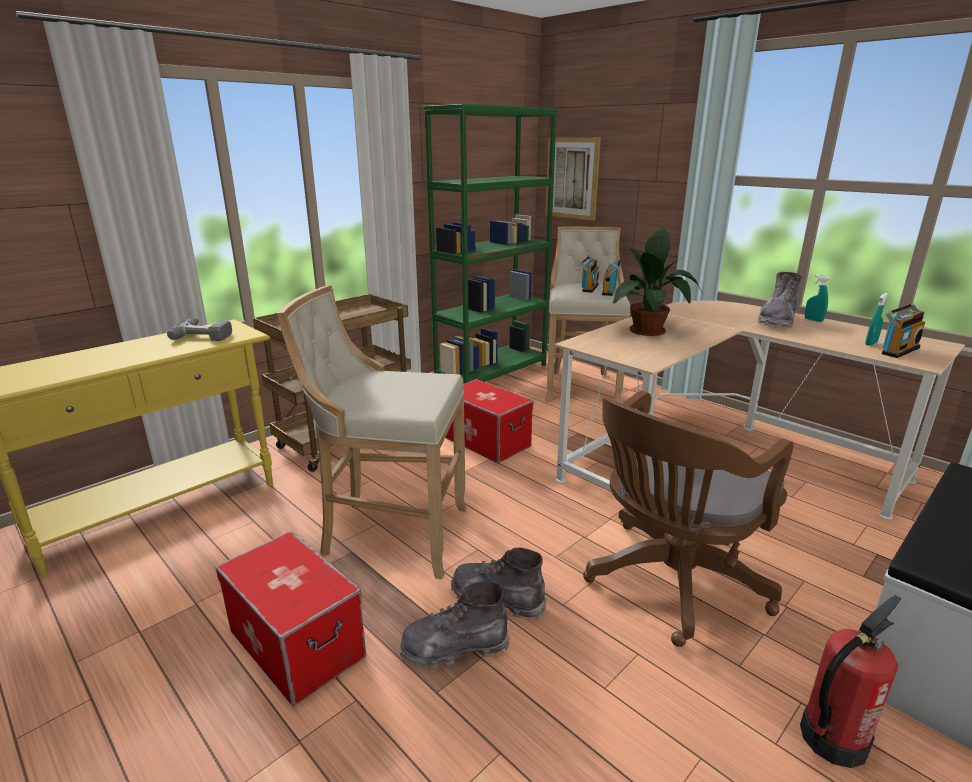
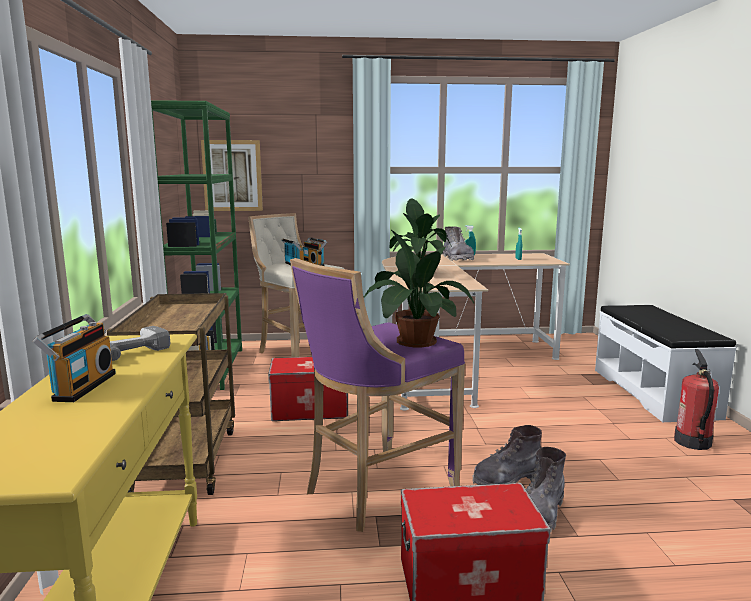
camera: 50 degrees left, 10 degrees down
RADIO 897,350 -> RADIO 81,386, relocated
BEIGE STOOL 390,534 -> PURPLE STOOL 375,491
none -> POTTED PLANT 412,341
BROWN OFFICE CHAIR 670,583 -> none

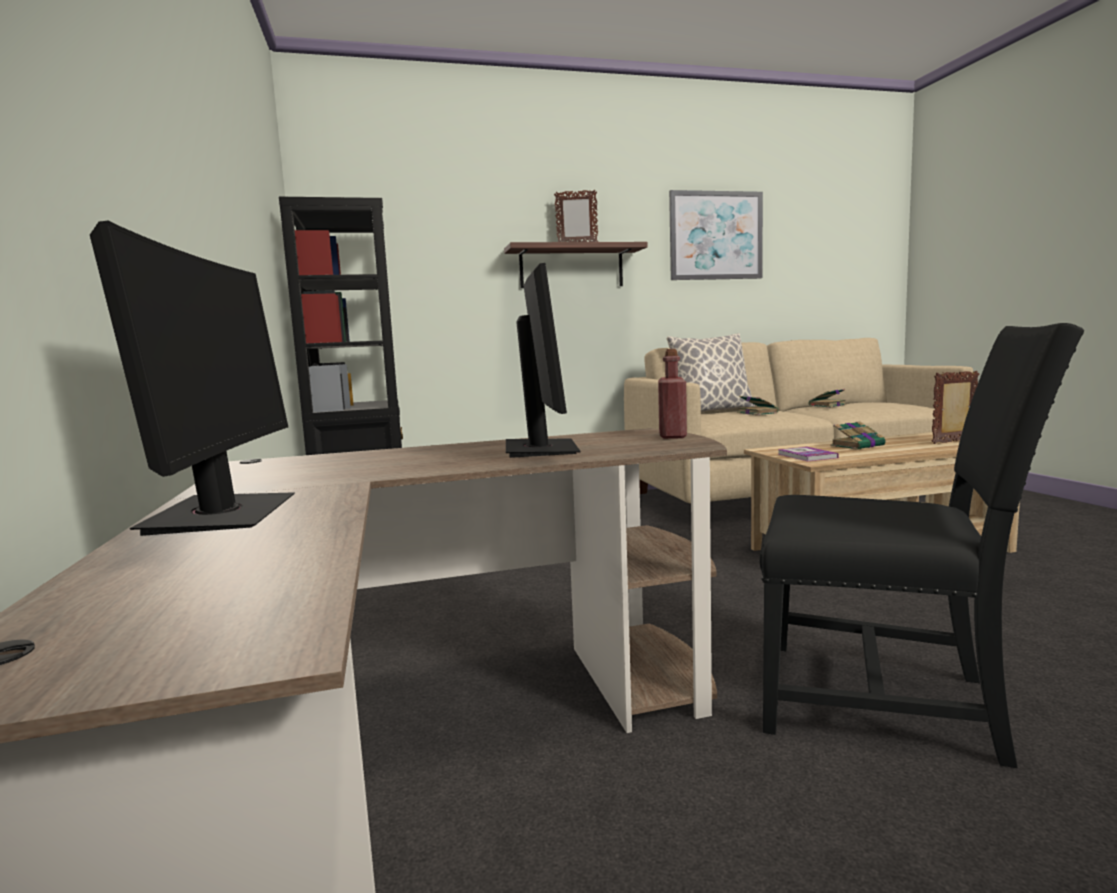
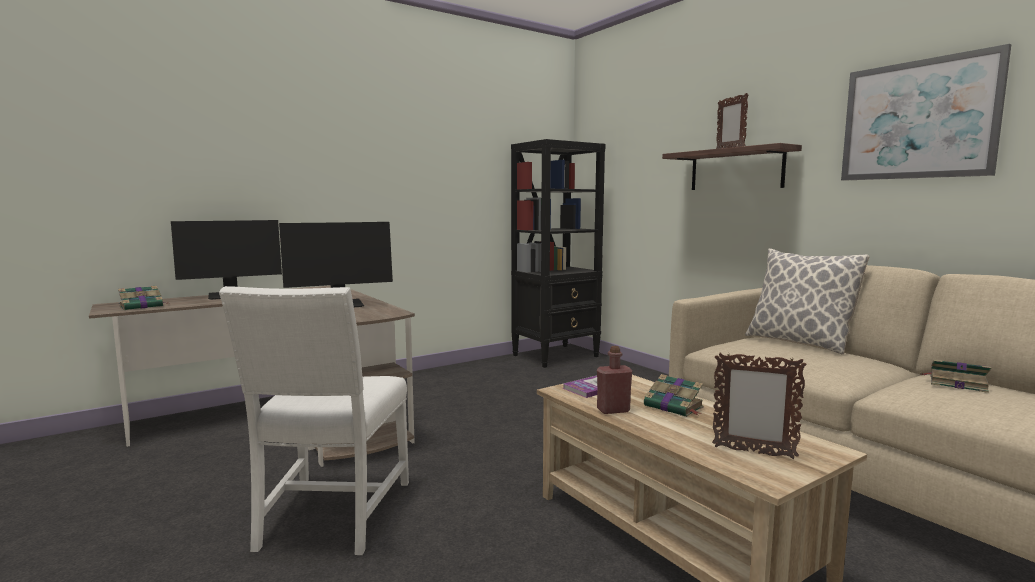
camera: 70 degrees right, 0 degrees up
BOOK 756,413 -> BOOK 143,306, relocated
BLACK CHAIR 885,701 -> WHITE CHAIR 331,516
RED BOTTLE 672,436 -> RED BOTTLE 613,410, relocated
PICTURE FRAME 954,441 -> PICTURE FRAME 753,452, 150 degrees clockwise

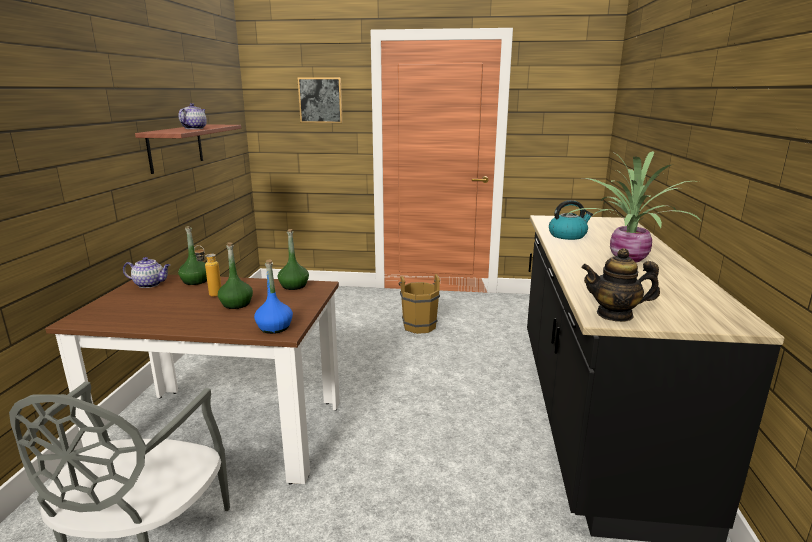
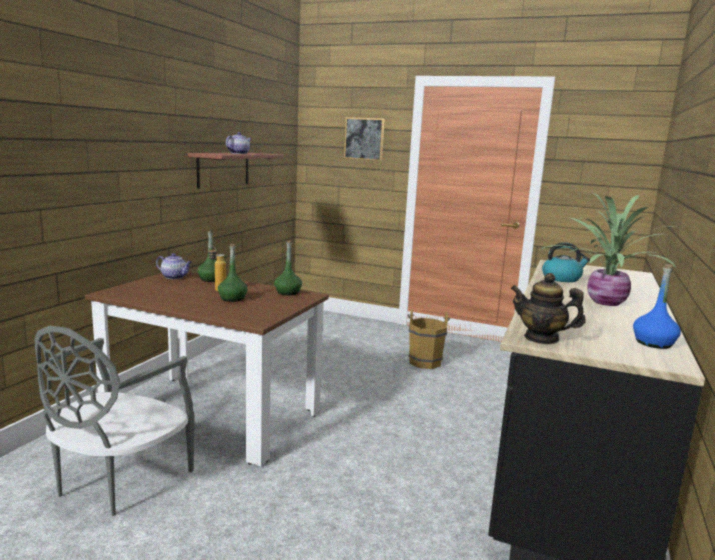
camera: 15 degrees right, 5 degrees down
BLUE BOTTLE 274,328 -> BLUE BOTTLE 653,343, relocated

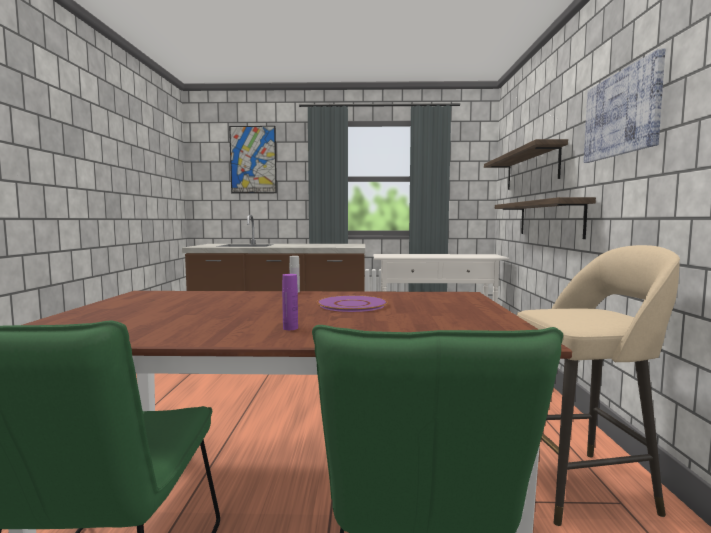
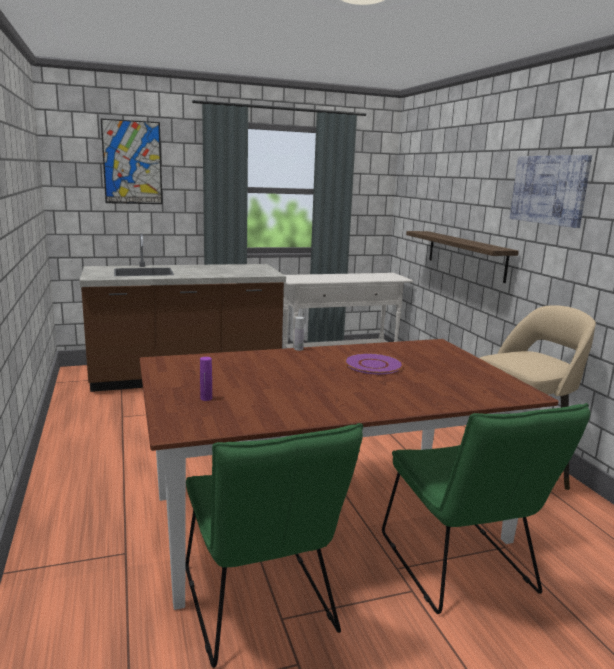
camera: 20 degrees left, 10 degrees up
PURPLE BOTTLE 290,328 -> PURPLE BOTTLE 206,398, relocated
SHELF 531,169 -> none

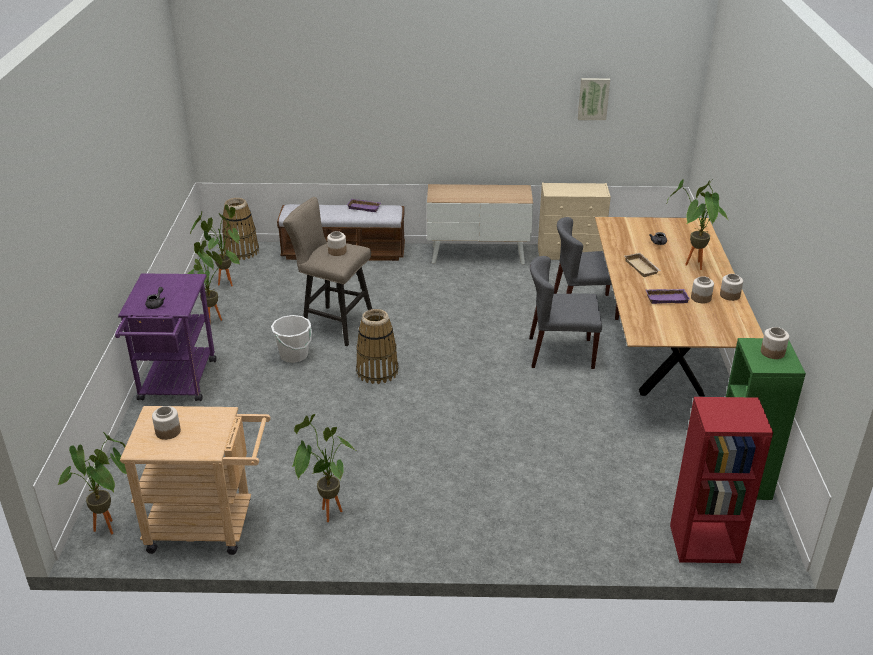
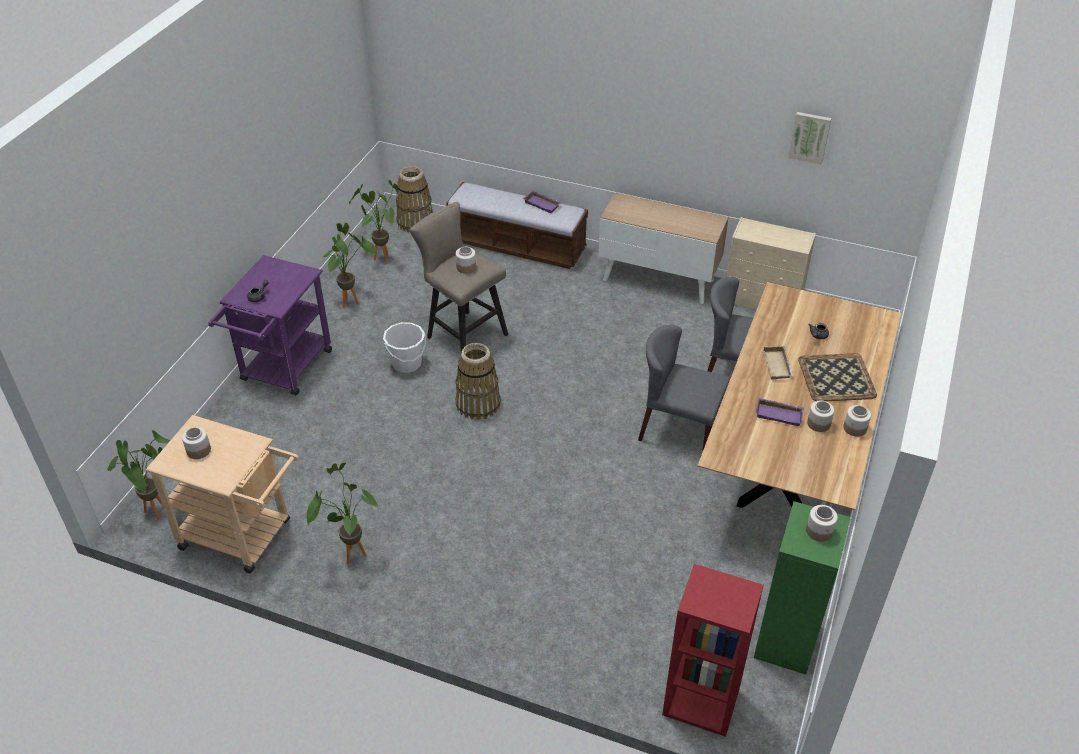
camera: 20 degrees right, 10 degrees up
POTTED PLANT 692,267 -> TRAY 836,378

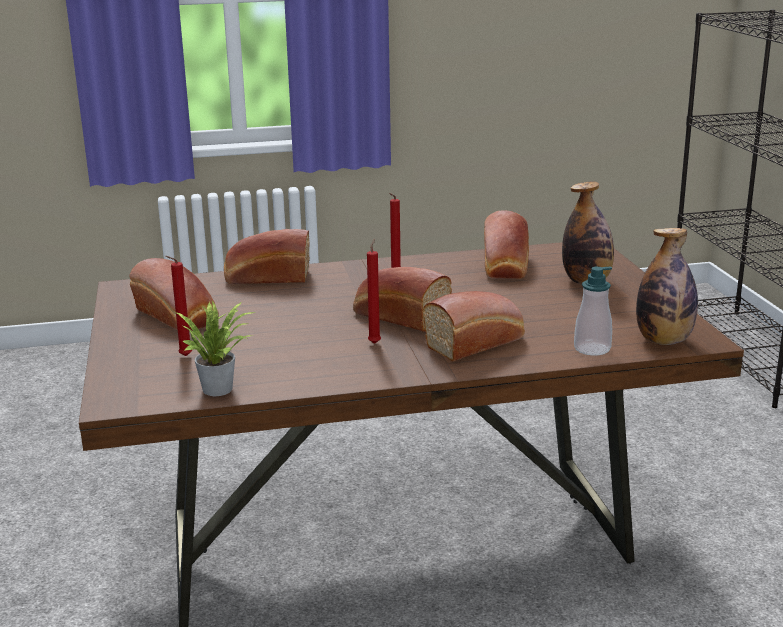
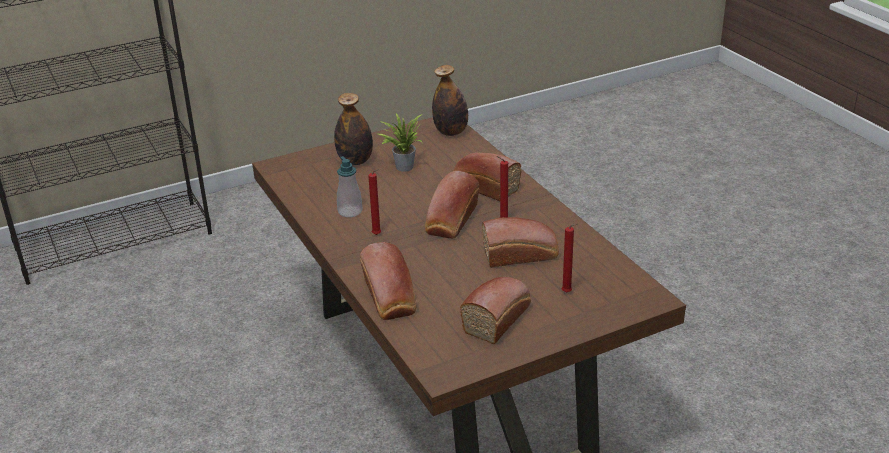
camera: 105 degrees left, 10 degrees up
SOAP DISPENSER 592,349 -> SOAP DISPENSER 350,211, relocated
POTTED PLANT 221,388 -> POTTED PLANT 402,166, relocated
BREAD 505,266 -> BREAD 521,255, relocated

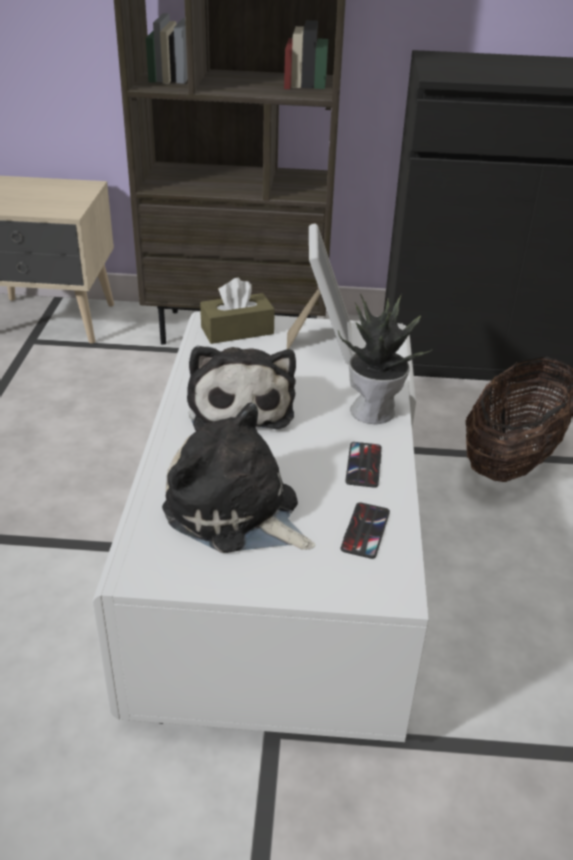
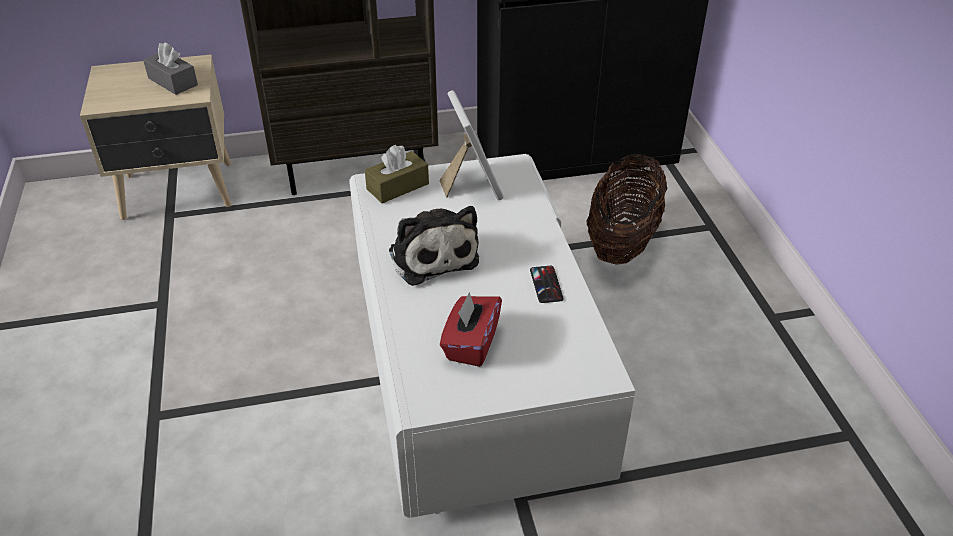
camera: 15 degrees left, 5 degrees up
none -> GREY TISSUE BOX 173,81
PLUSH TOY 237,513 -> RED TISSUE BOX 471,344
POTTED PLANT 374,411 -> none
PHONE 365,530 -> none

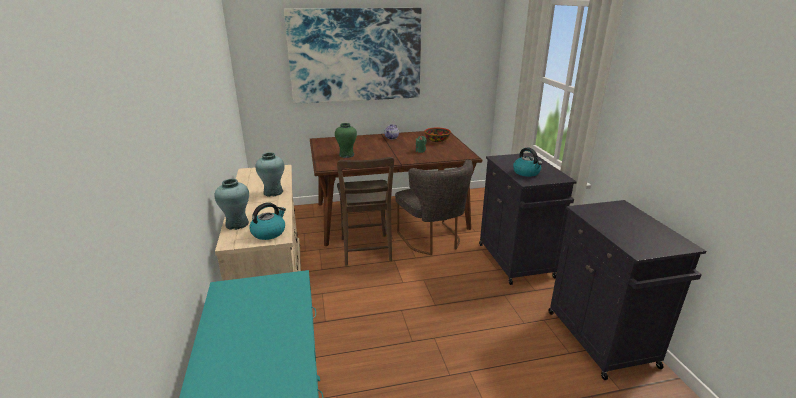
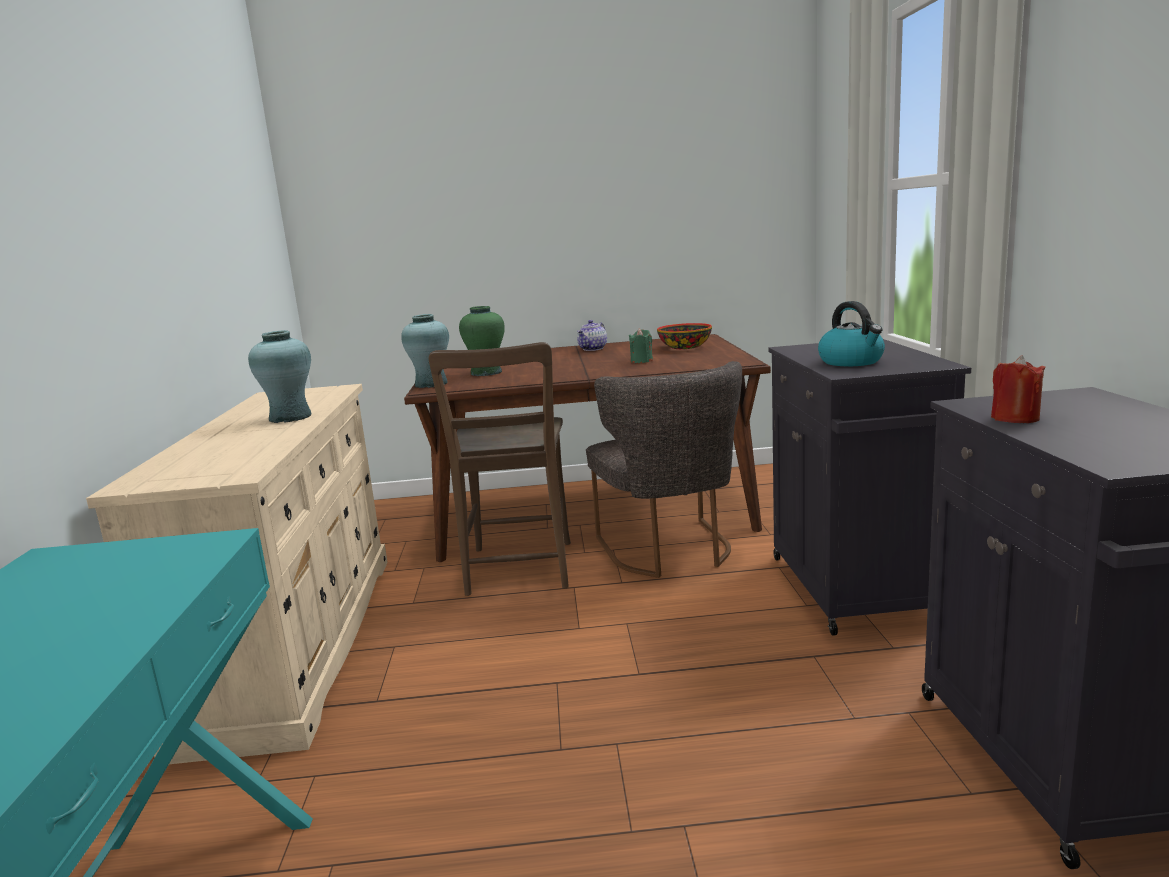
camera: 10 degrees right, 10 degrees down
TURQUOISE VASE 237,224 -> TURQUOISE VASE 431,384, relocated
none -> RED CANDLE 1015,418
KETTLE 269,232 -> none
PICTURE 356,55 -> none

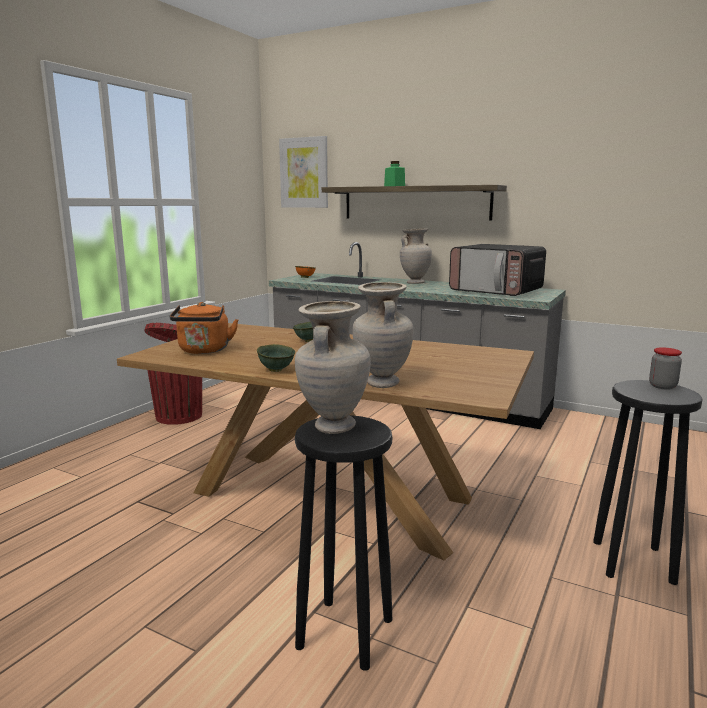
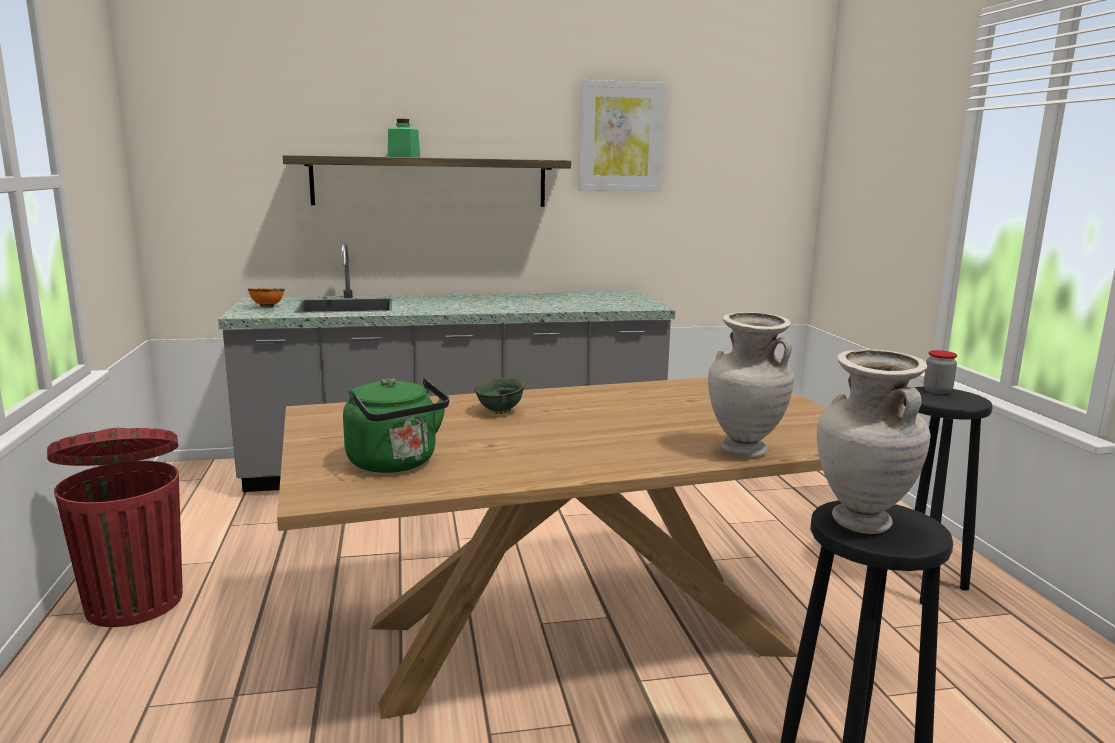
camera: 40 degrees left, 0 degrees up
ORANGE KETTLE 204,351 -> GREEN KETTLE 396,463
PICTURE 304,173 -> PICTURE 620,137, relocated
GREEN BOWL 276,370 -> none
BEIGE VASE 414,283 -> none
MICROWAVE 496,291 -> none

